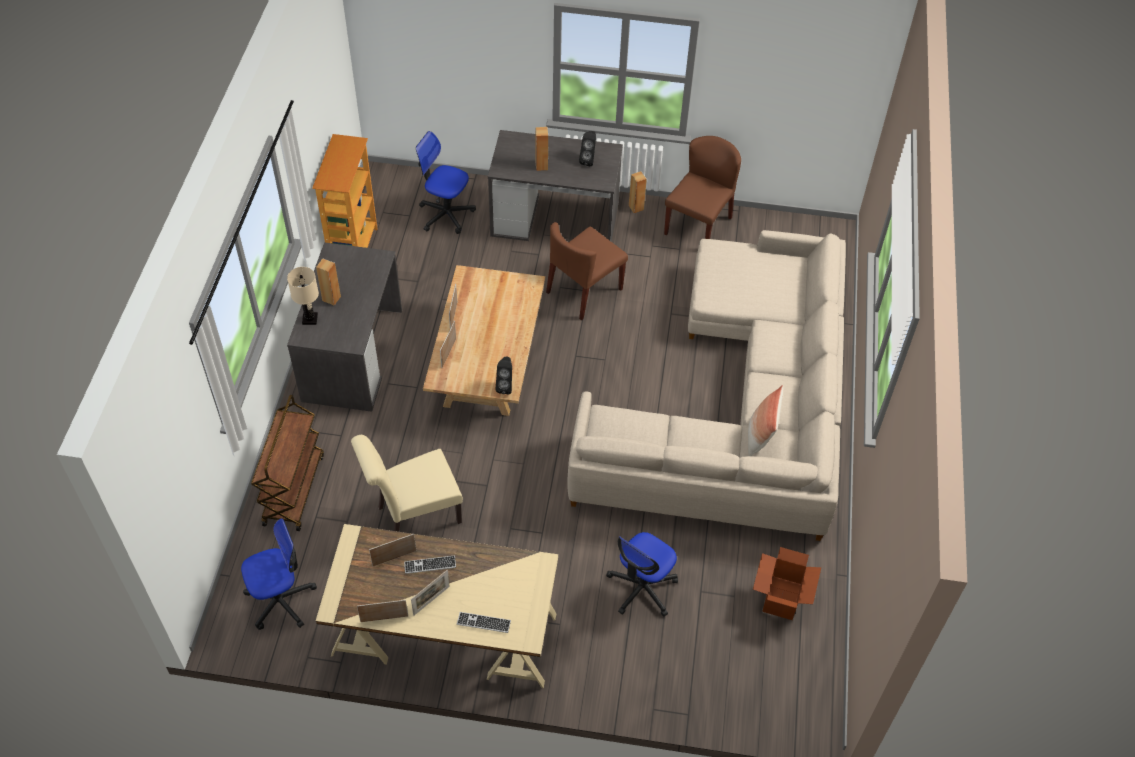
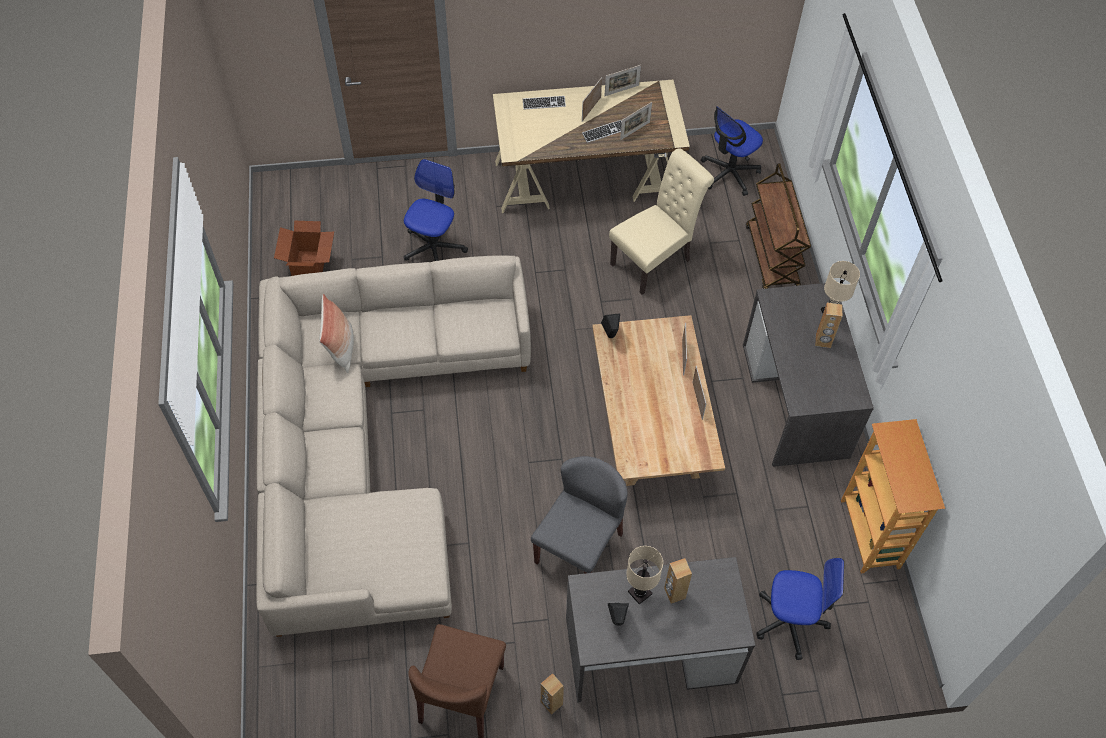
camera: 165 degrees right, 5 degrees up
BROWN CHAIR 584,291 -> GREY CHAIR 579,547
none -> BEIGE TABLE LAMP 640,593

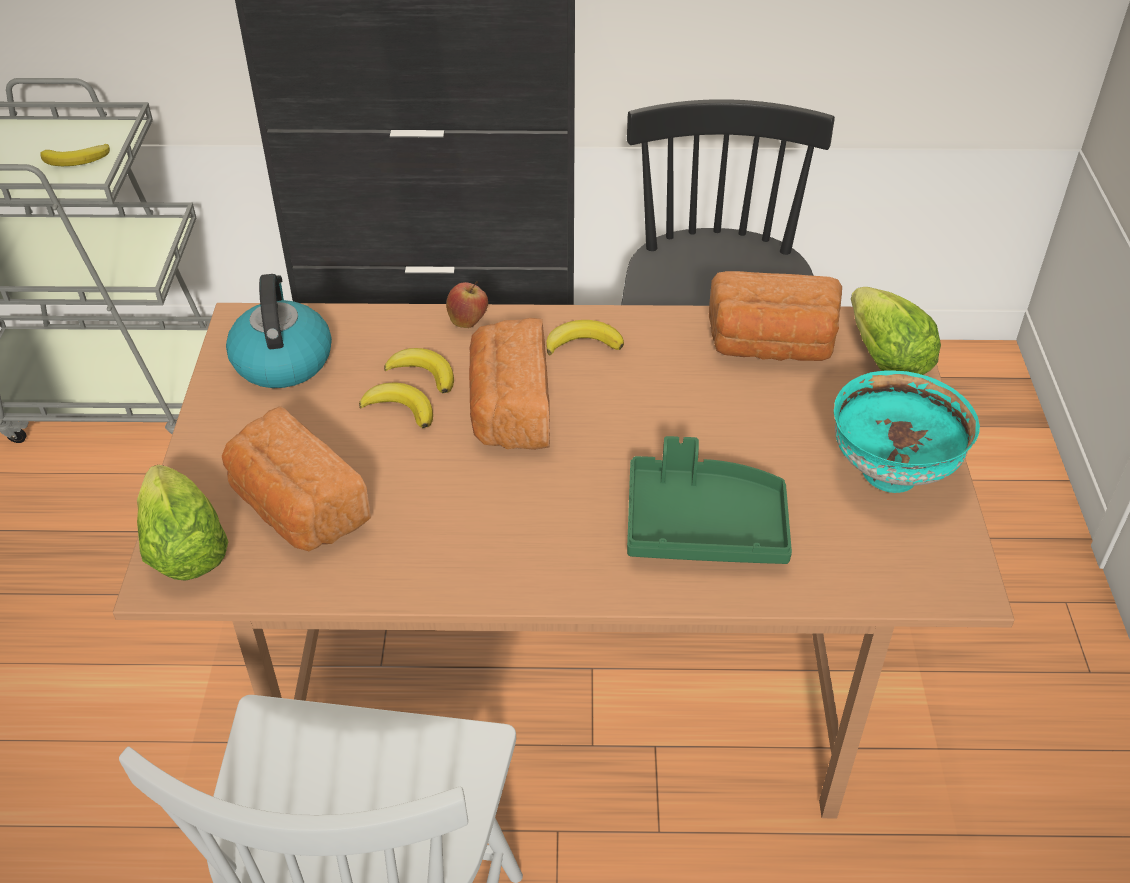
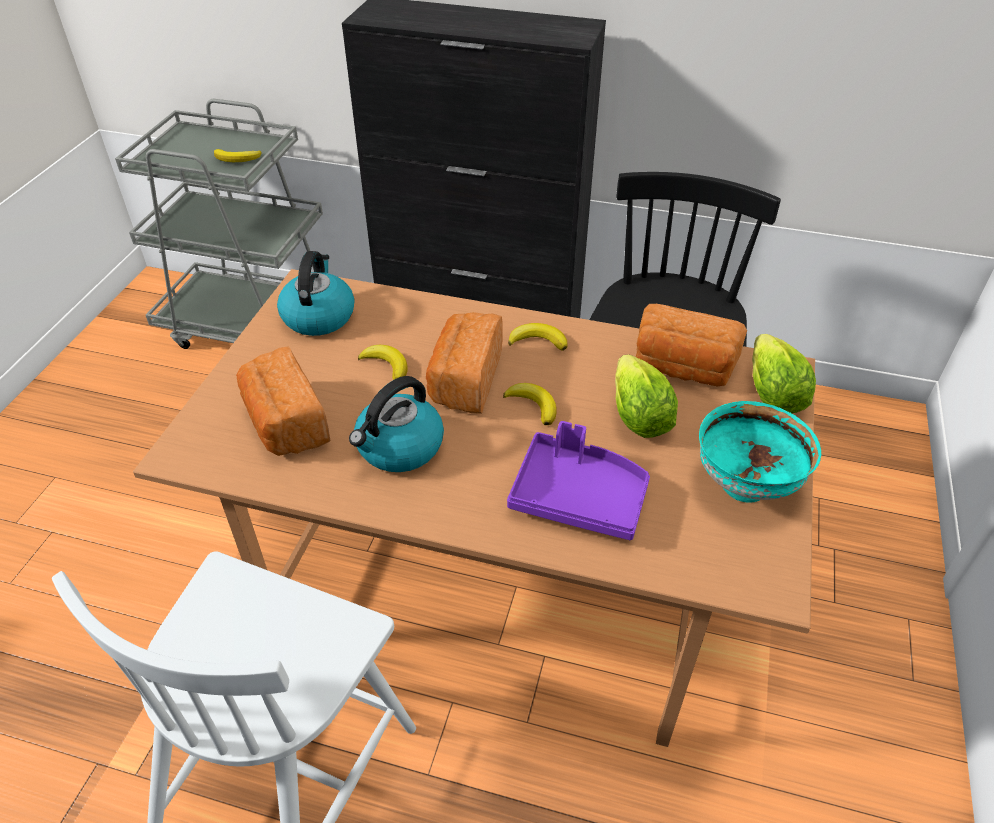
camera: 15 degrees right, 0 degrees up
none -> KETTLE 399,448
BANANA 423,373 -> BANANA 533,405, relocated
GREEN TRAY 704,526 -> PURPLE TRAY 578,496
LETTUCE 184,550 -> LETTUCE 638,417, relocated
APPLE 468,321 -> none

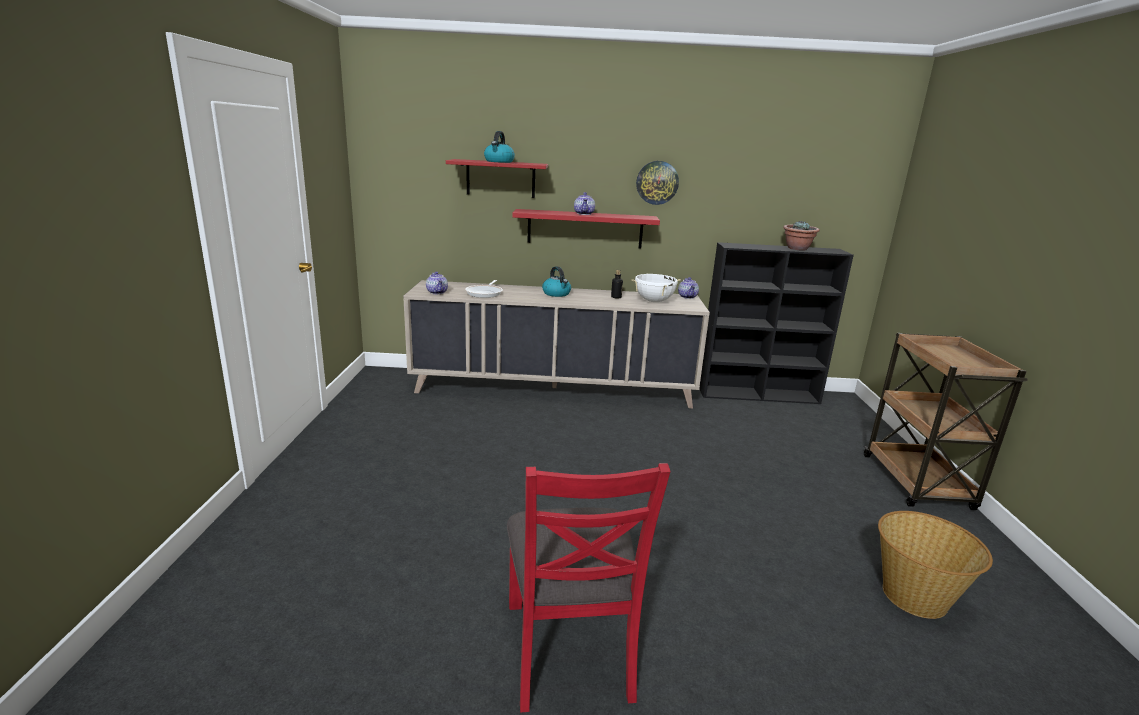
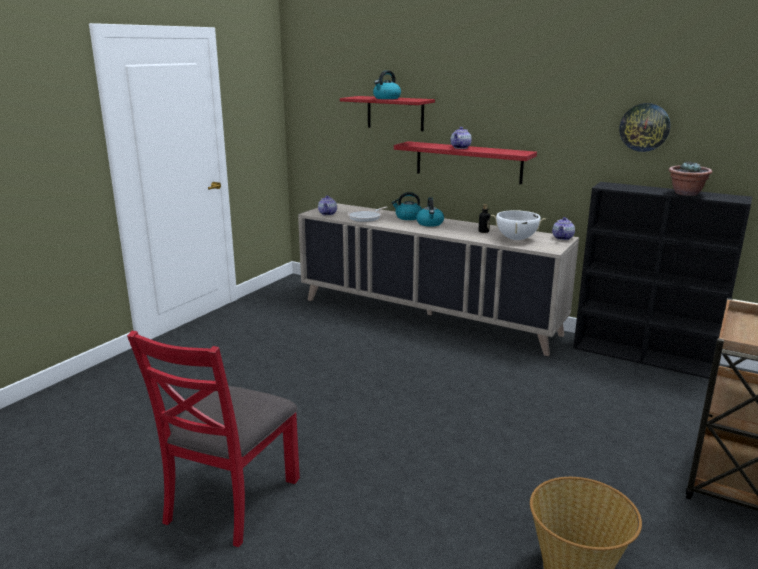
camera: 30 degrees right, 0 degrees up
none -> KETTLE 408,217
WALL CLOCK 657,182 -> WALL CLOCK 644,127, relocated

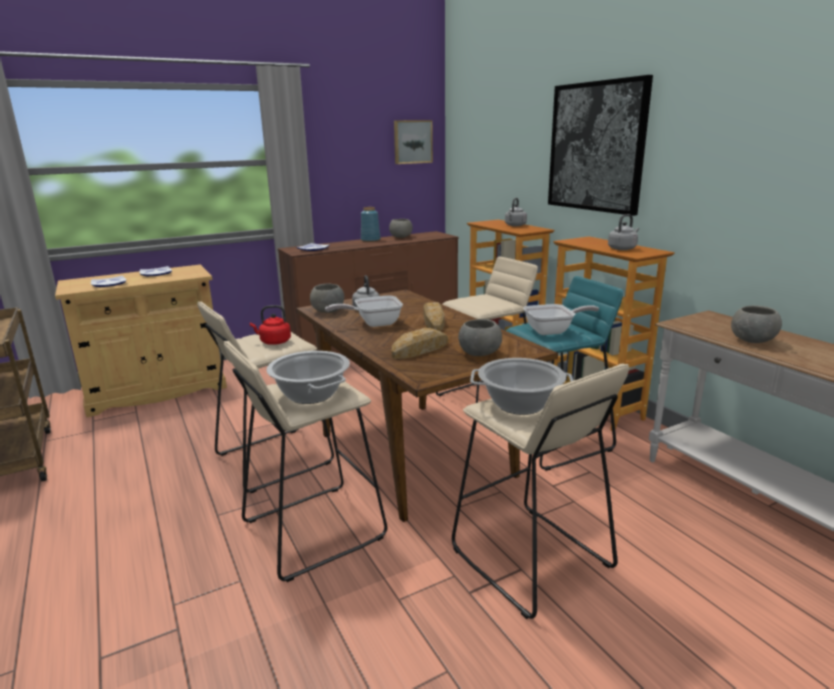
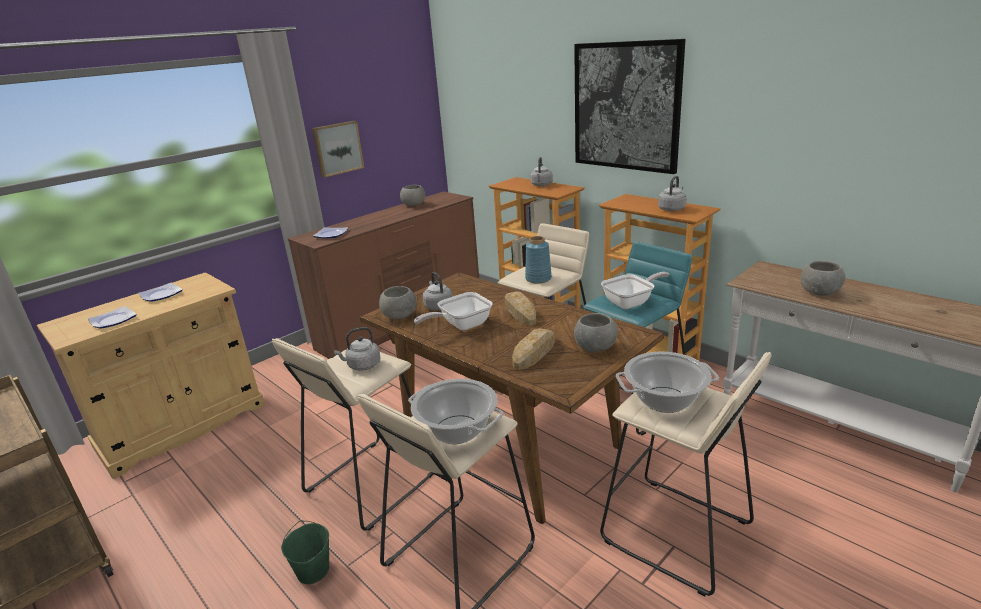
camera: 15 degrees left, 5 degrees up
none -> GREEN BUCKET 313,571
PICTURE 412,142 -> PICTURE 337,148, relocated
RED KETTLE 273,342 -> GREY KETTLE 362,365
BLUE VASE 370,240 -> BLUE VASE 538,279, relocated

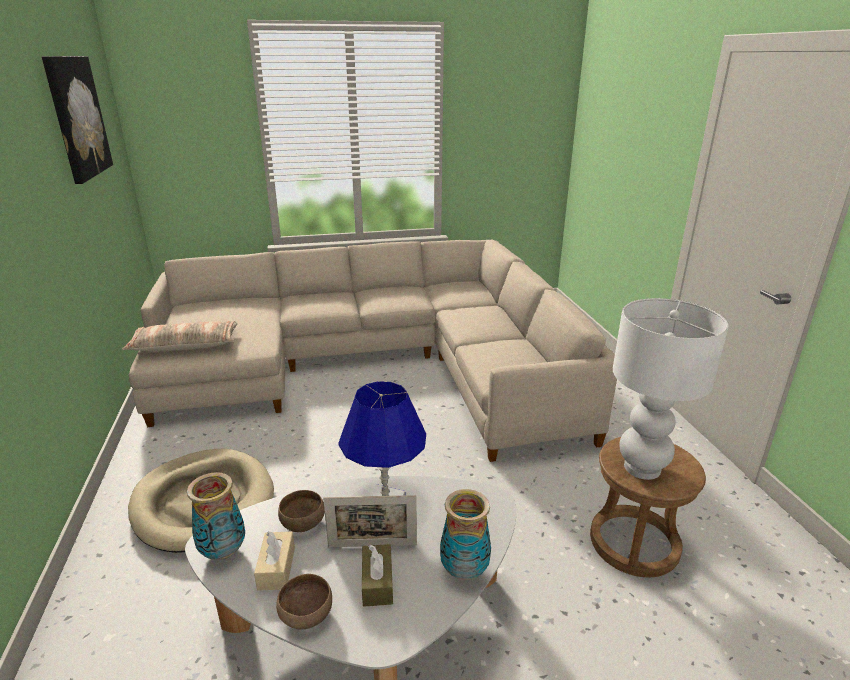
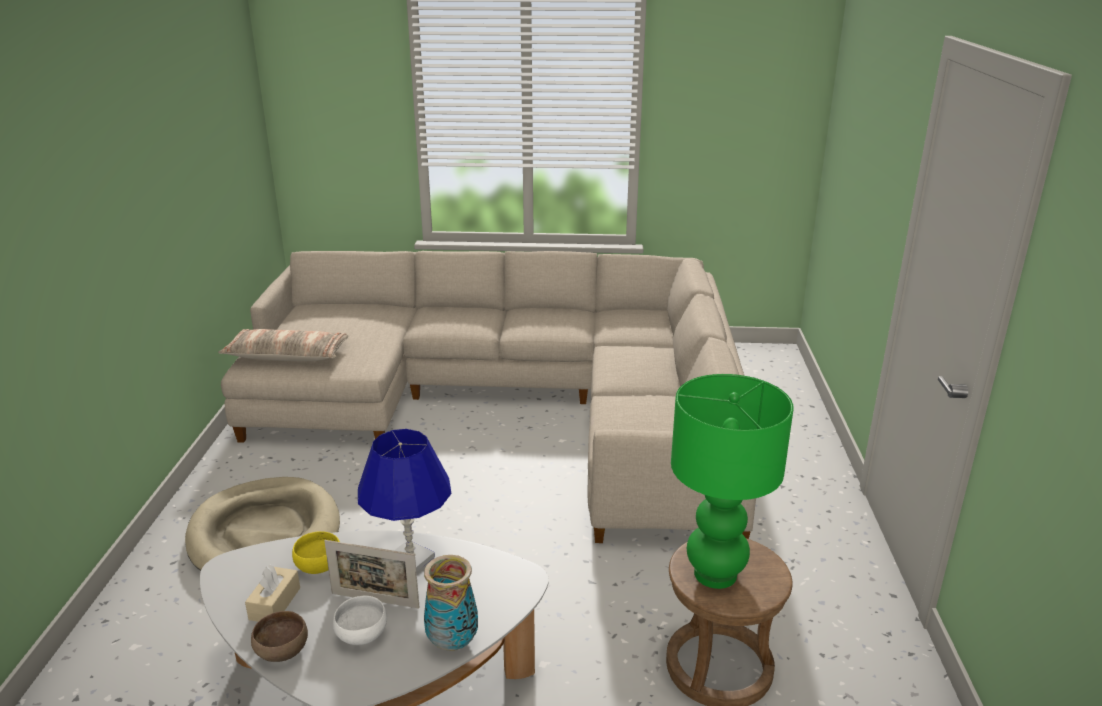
camera: 15 degrees right, 0 degrees up
BROWN BOWL 302,522 -> YELLOW BOWL 319,565
BROWN TISSUE BOX 377,582 -> WHITE BOWL 362,636
WHITE TABLE LAMP 641,467 -> GREEN TABLE LAMP 714,573
PICTURE 77,117 -> none
VASE 224,552 -> none

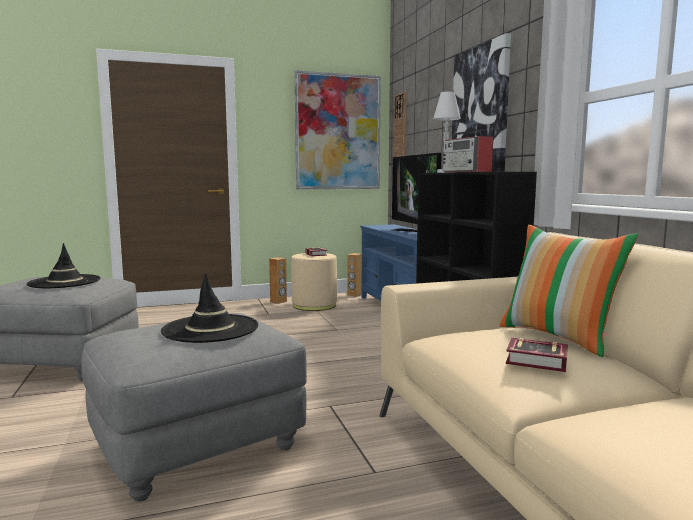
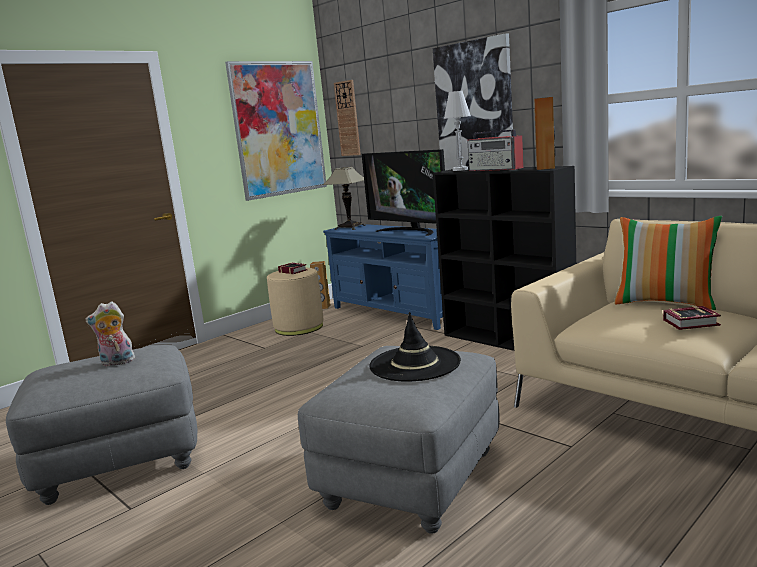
camera: 25 degrees left, 5 degrees up
BLACK HAT 64,282 -> PLUSH TOY 116,363
none -> TABLE LAMP 350,227
BROWN SPEAKER 278,301 -> BROWN SPEAKER 545,168, relocated

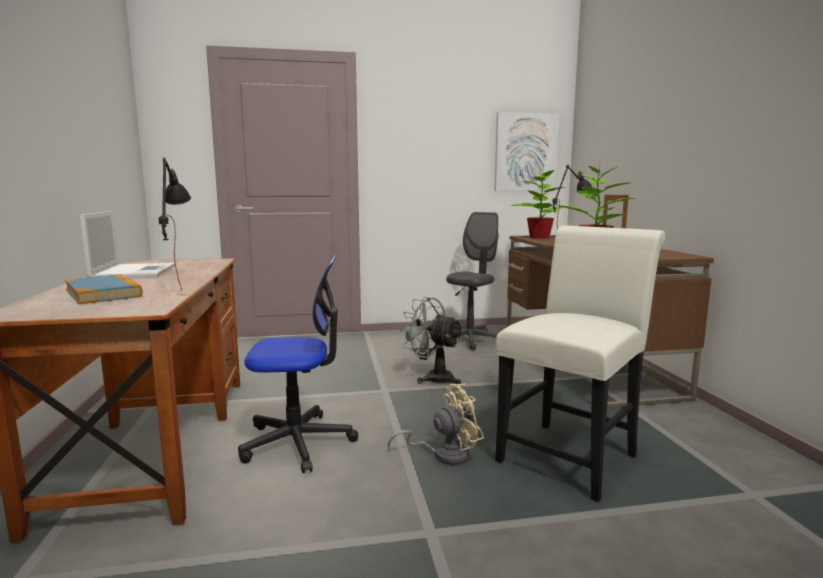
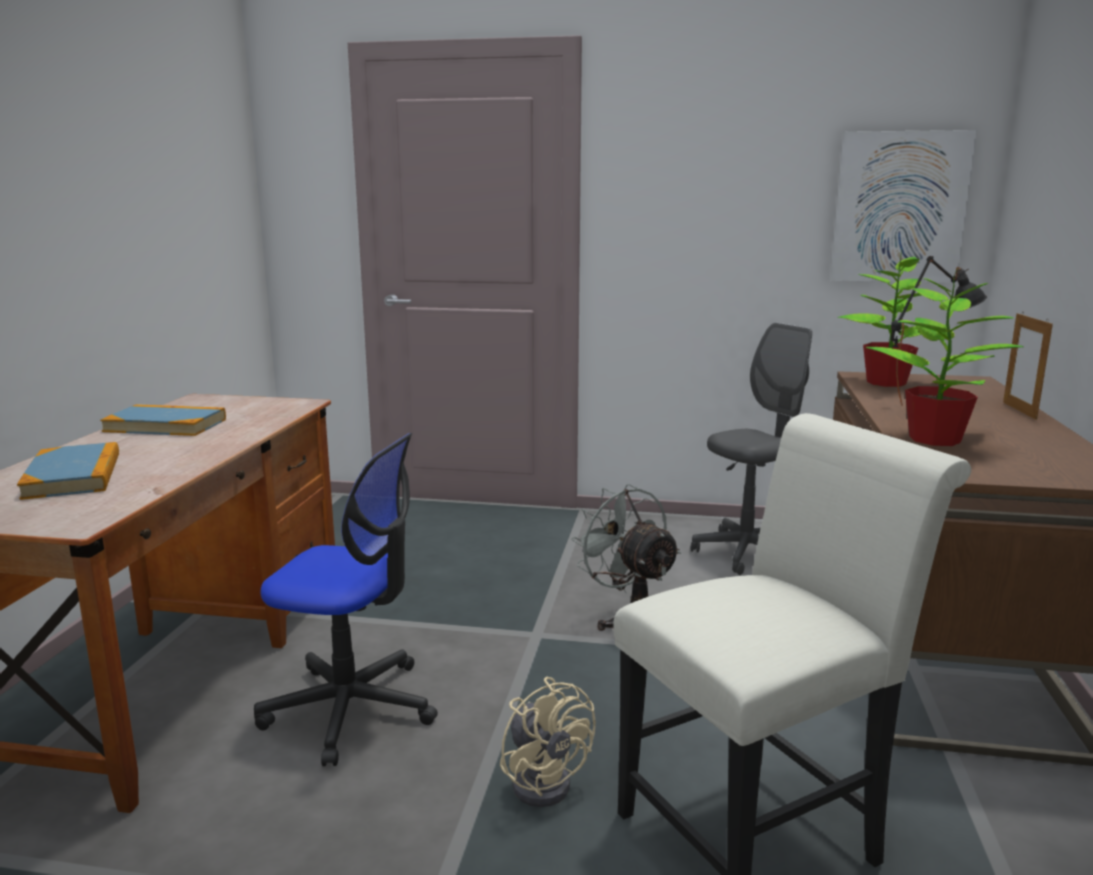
camera: 20 degrees right, 5 degrees up
LAPTOP 134,272 -> BOOK 165,425
BEIGE FAN 444,454 -> BEIGE FAN 545,780, 60 degrees clockwise
BLACK TABLE LAMP 177,286 -> none

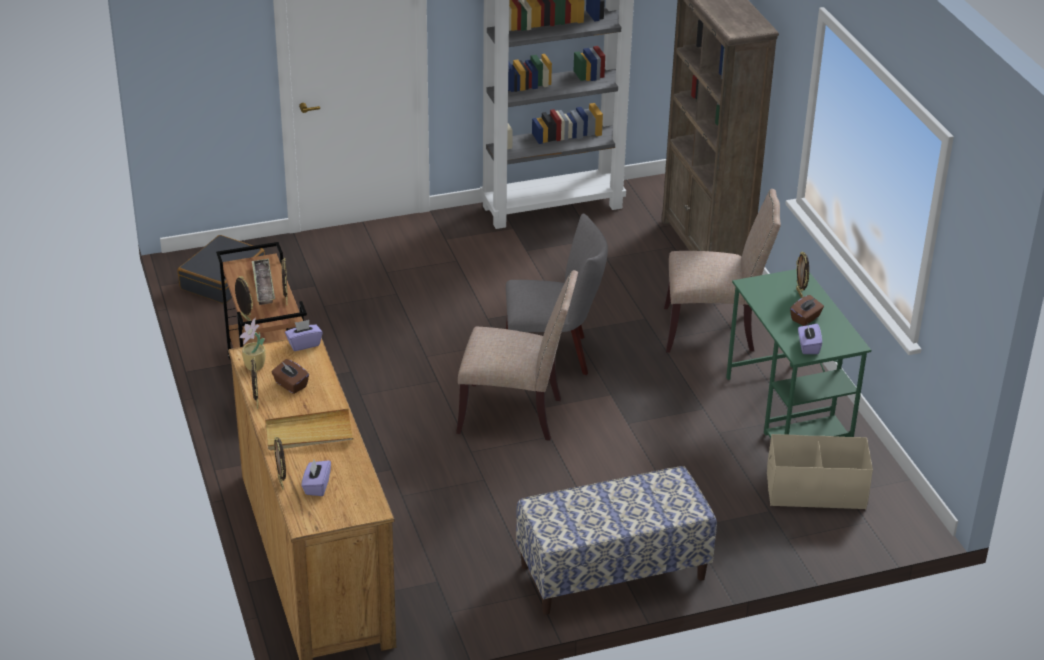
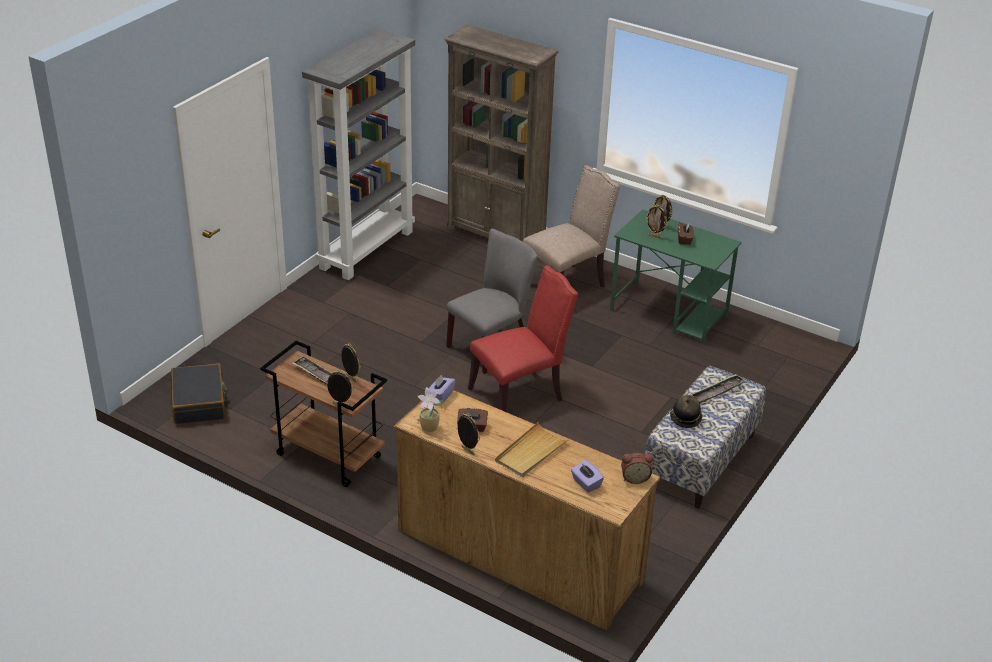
camera: 40 degrees left, 0 degrees up
BEIGE CHAIR 515,414 -> RED CHAIR 519,395
none -> ALARM CLOCK 635,478
PICTURE FRAME 281,483 -> PICTURE FRAME 655,236, relocated
none -> HAT 685,418
none -> TRAY 717,391
BEIGE STORAGE BOX 815,491 -> none
PURPLE TISSUE BOX 808,347 -> none

